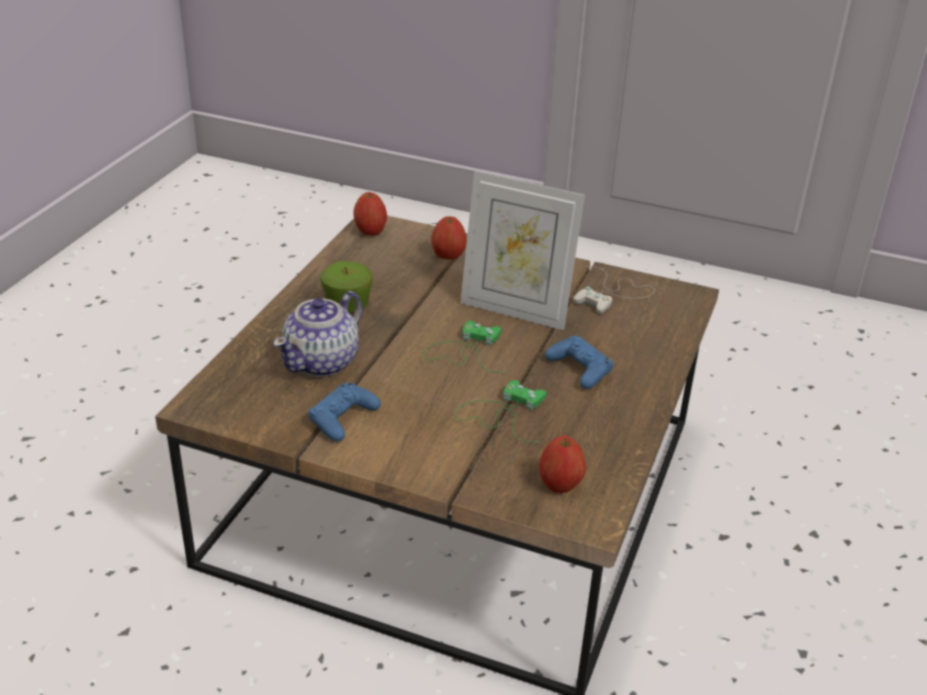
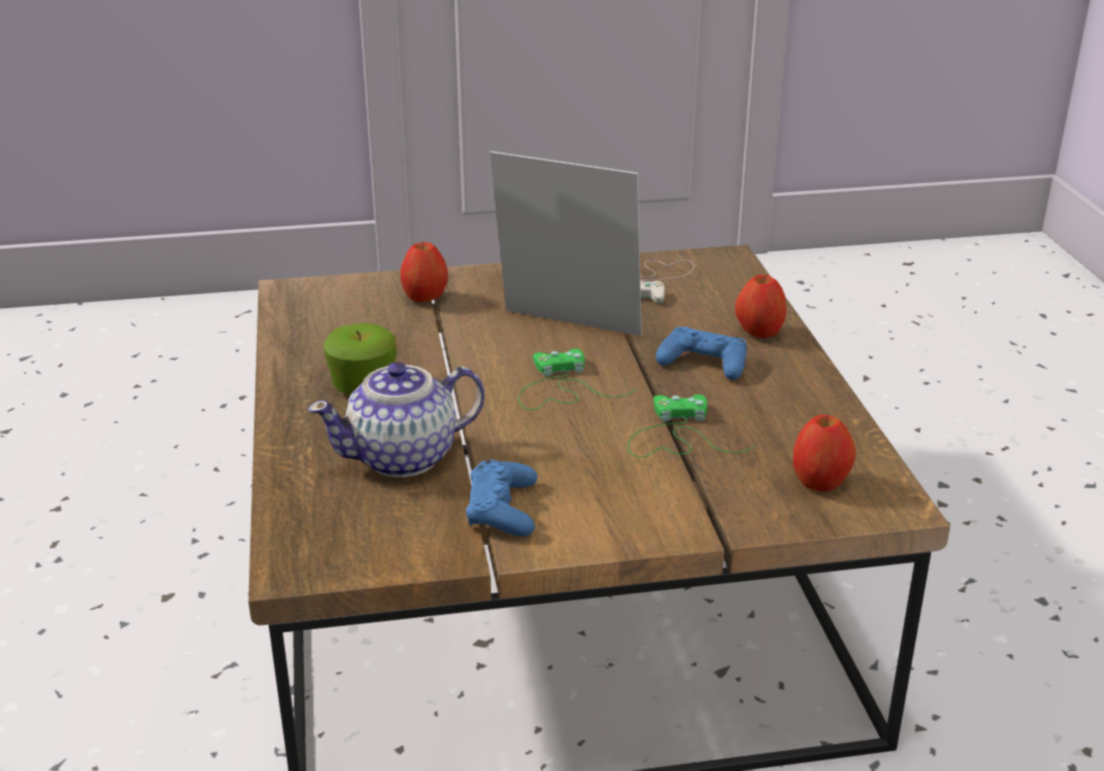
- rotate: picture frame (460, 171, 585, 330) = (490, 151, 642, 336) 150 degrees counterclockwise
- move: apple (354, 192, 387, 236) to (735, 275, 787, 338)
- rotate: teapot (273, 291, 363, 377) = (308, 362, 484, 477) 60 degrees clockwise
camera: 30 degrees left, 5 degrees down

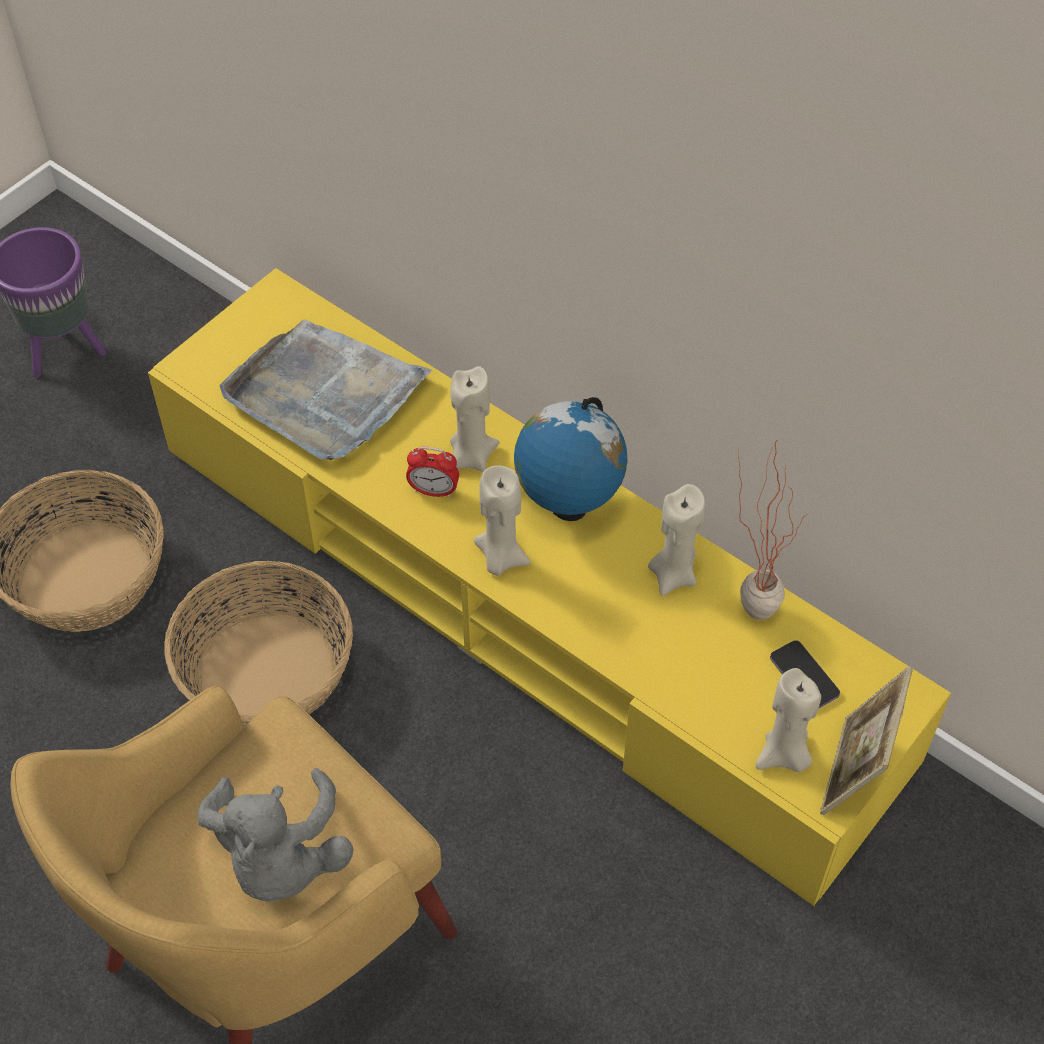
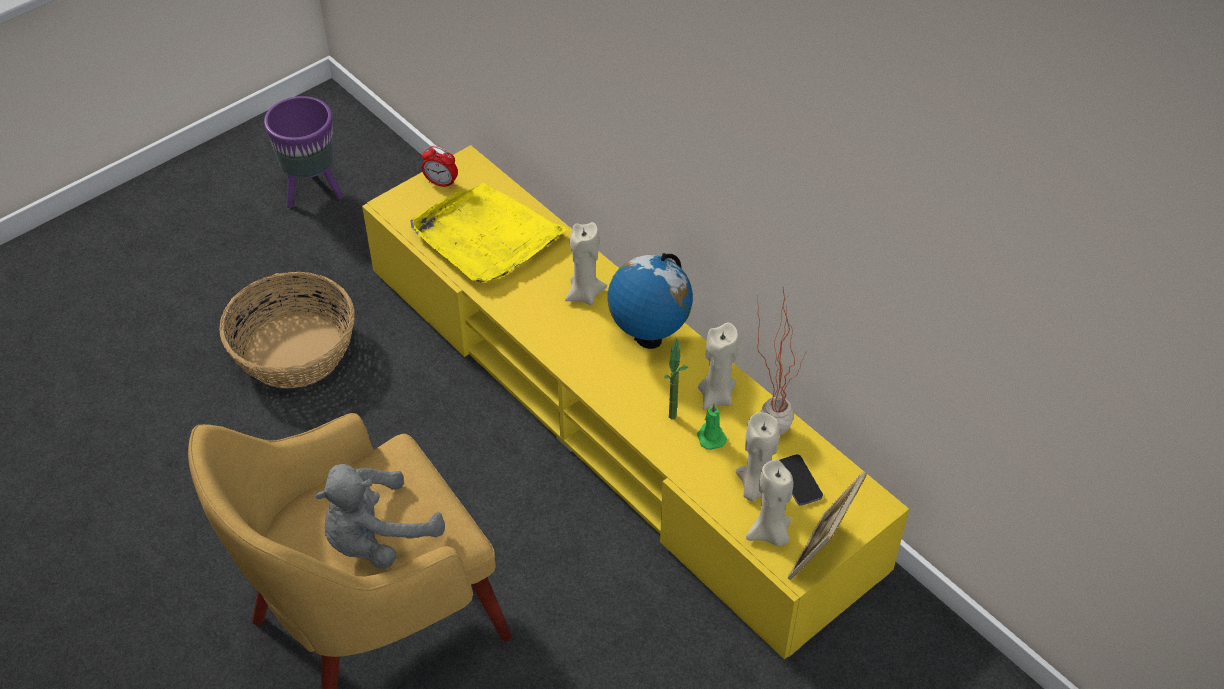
- recolor: tray (grey) (220, 319, 432, 460) to tray (yellow) (411, 183, 568, 283)
- move: alarm clock (406, 446, 459, 498) to (422, 146, 458, 188)
- move: candle (beige) (474, 465, 531, 576) to (736, 412, 779, 501)
- delete: basket (164, 561, 353, 726)
- rotate: plush toy (grey) (198, 768, 354, 902) = (315, 464, 445, 569) 45 degrees clockwise
- insert: potted plant (664, 338, 689, 419)
- insert: candle (green) (697, 404, 727, 450)
camera: 10 degrees right, 5 degrees down

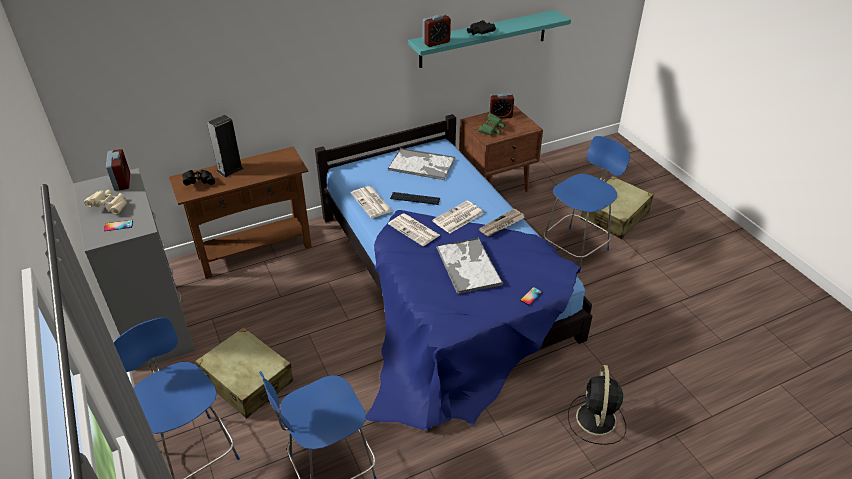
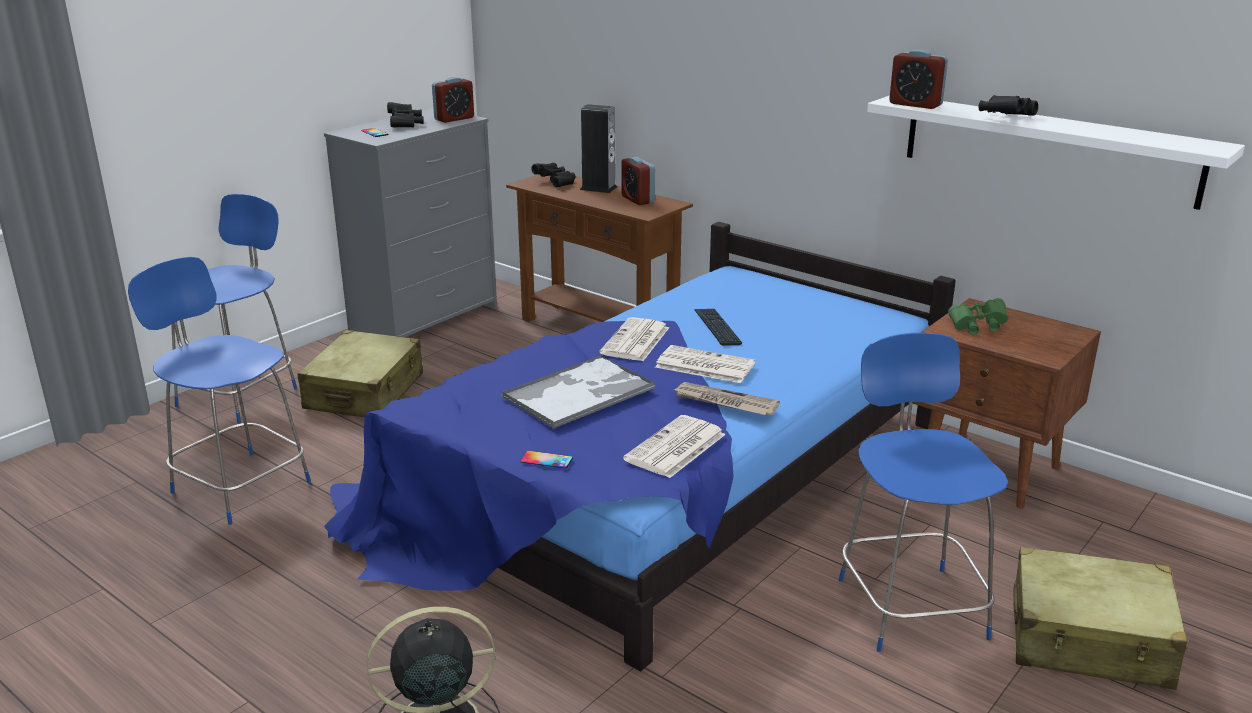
- recolor: shelf (turquoise) (408, 10, 571, 68) to shelf (white) (867, 95, 1245, 210)
- move: alarm clock (489, 93, 514, 118) to (622, 157, 655, 205)
- rotate: chair (blue) (543, 136, 630, 273) = (839, 333, 1008, 652) 120 degrees counterclockwise
- delete: tray (388, 148, 455, 180)
- move: newspaper (351, 186, 392, 218) to (623, 415, 726, 478)
- recolor: binoculars (beige) (84, 190, 127, 215) to binoculars (black) (387, 102, 424, 128)
camera: 65 degrees right, 15 degrees down

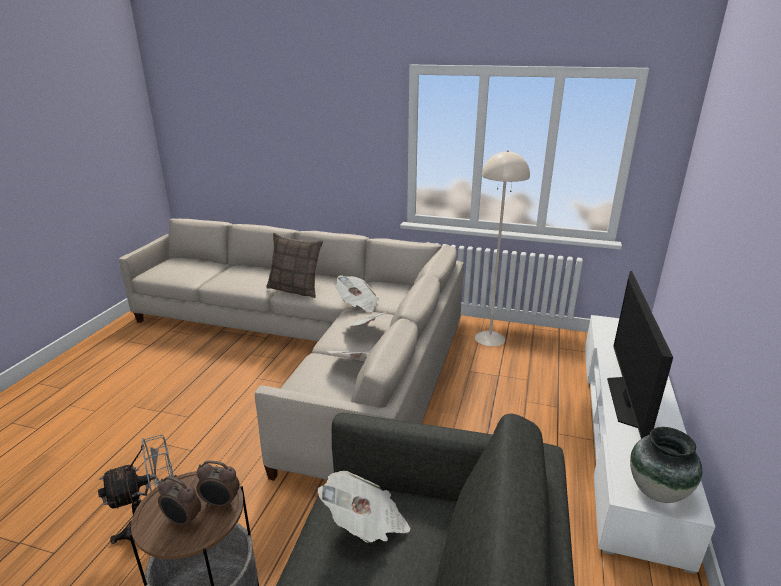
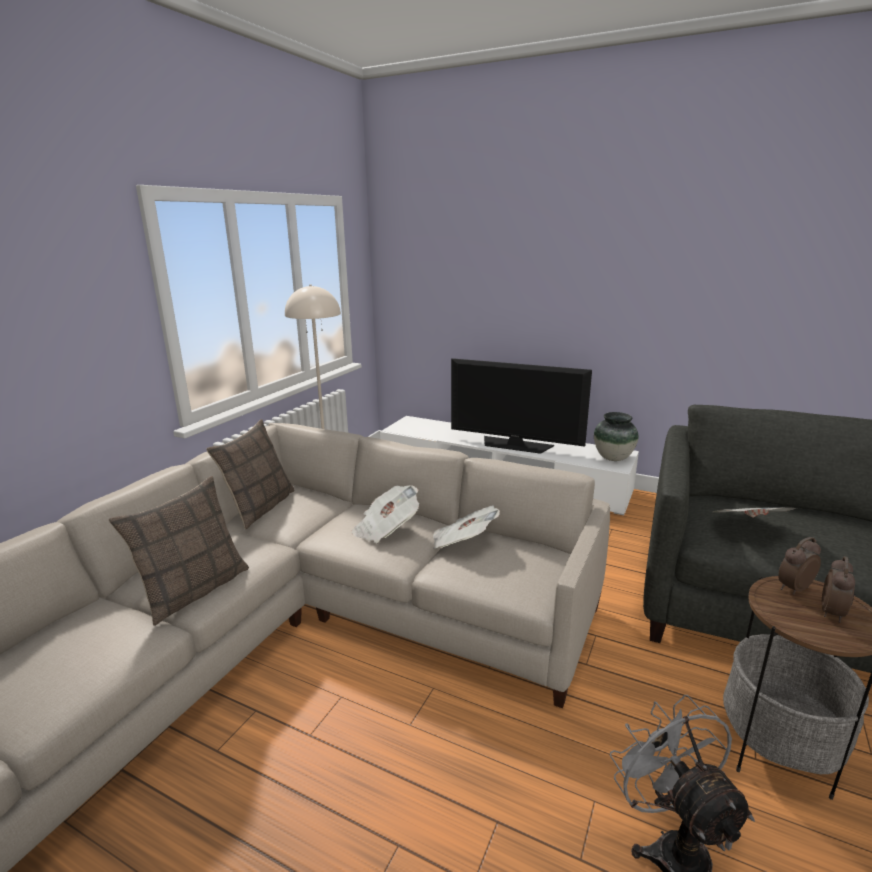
- delete: newspaper (335, 275, 379, 312)
- rotate: alarm clock (197, 461, 240, 508) = (778, 537, 821, 595) 135 degrees counterclockwise
- insert: pillow (206, 419, 294, 529)
camera: 80 degrees left, 5 degrees down

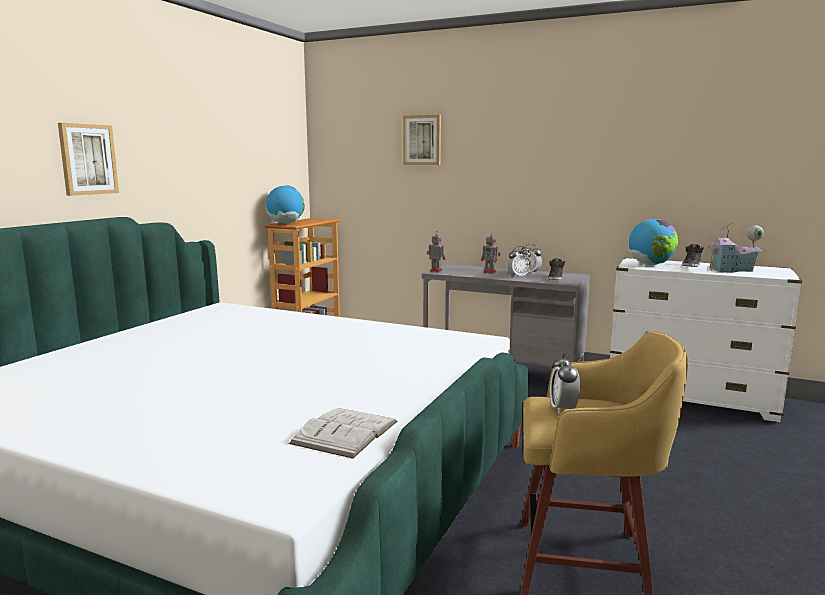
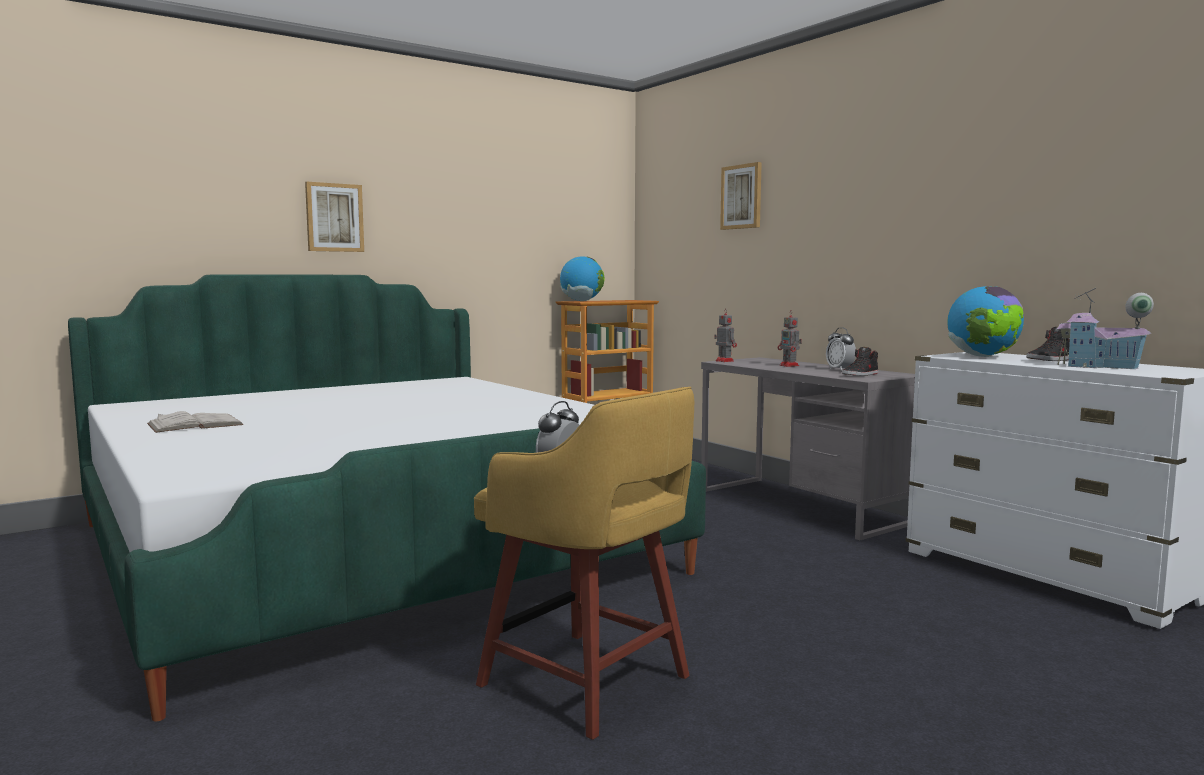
- delete: alarm clock (507, 246, 531, 277)
- move: book (white) (289, 408, 397, 459) to (147, 411, 244, 433)
camera: 30 degrees right, 5 degrees down

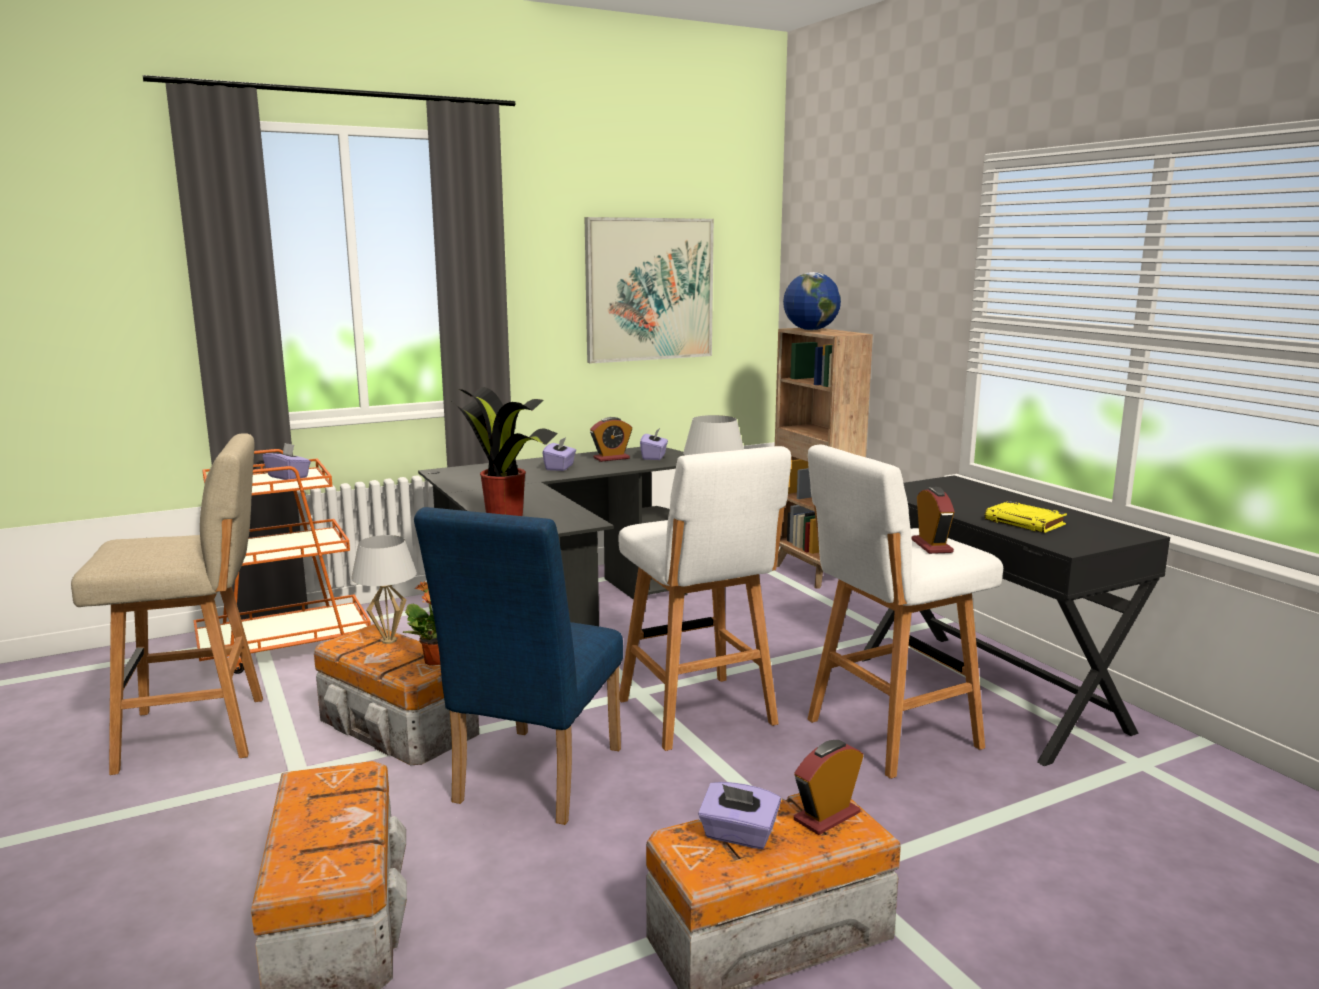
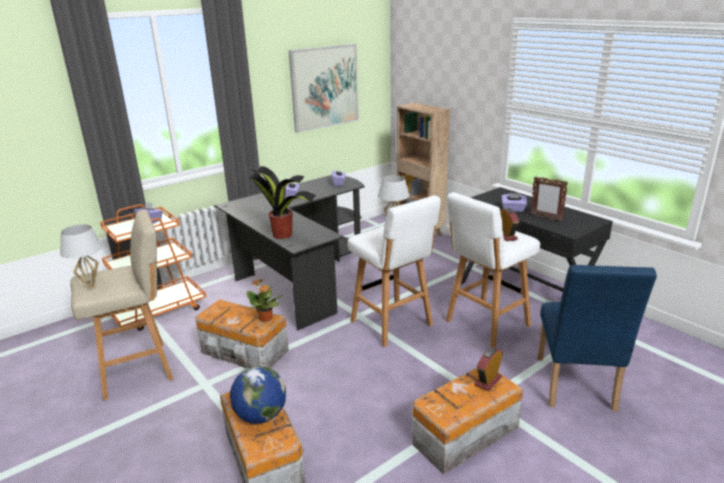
- move: globe (783, 272, 841, 330) to (230, 366, 286, 424)
- delete: alarm clock (590, 417, 632, 462)
- replace: book (yellow) (985, 501, 1067, 533) to picture frame (531, 176, 568, 221)
- move: chair (blue) (414, 507, 623, 825) to (537, 265, 657, 411)
- move: table lamp (white) (351, 535, 417, 644) to (60, 224, 102, 290)
- move: tissue box (purple) (698, 782, 781, 849) to (501, 193, 527, 212)
camera: 10 degrees left, 10 degrees up

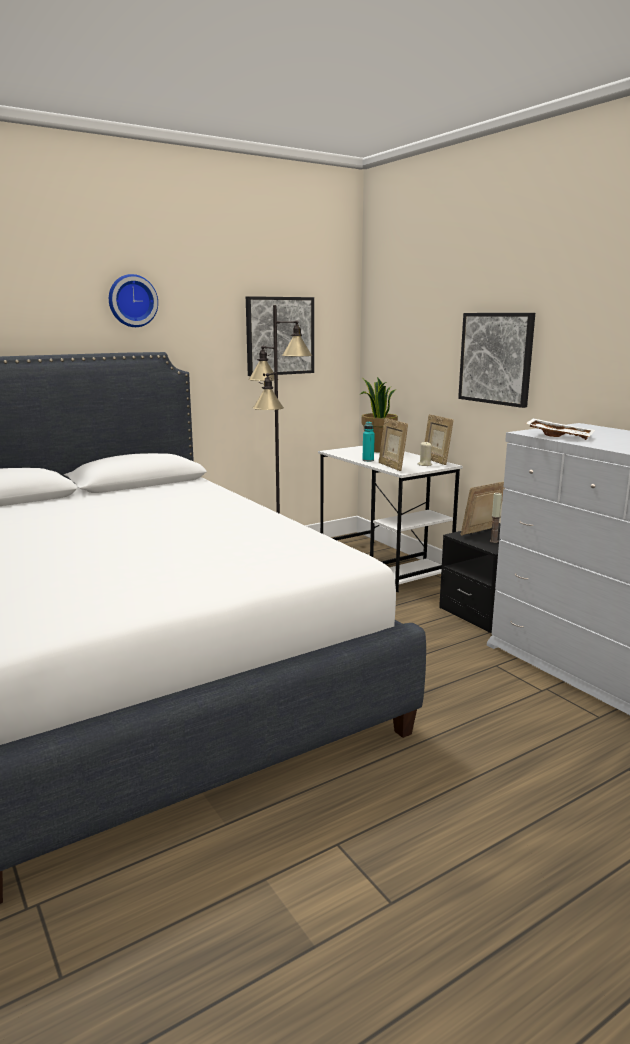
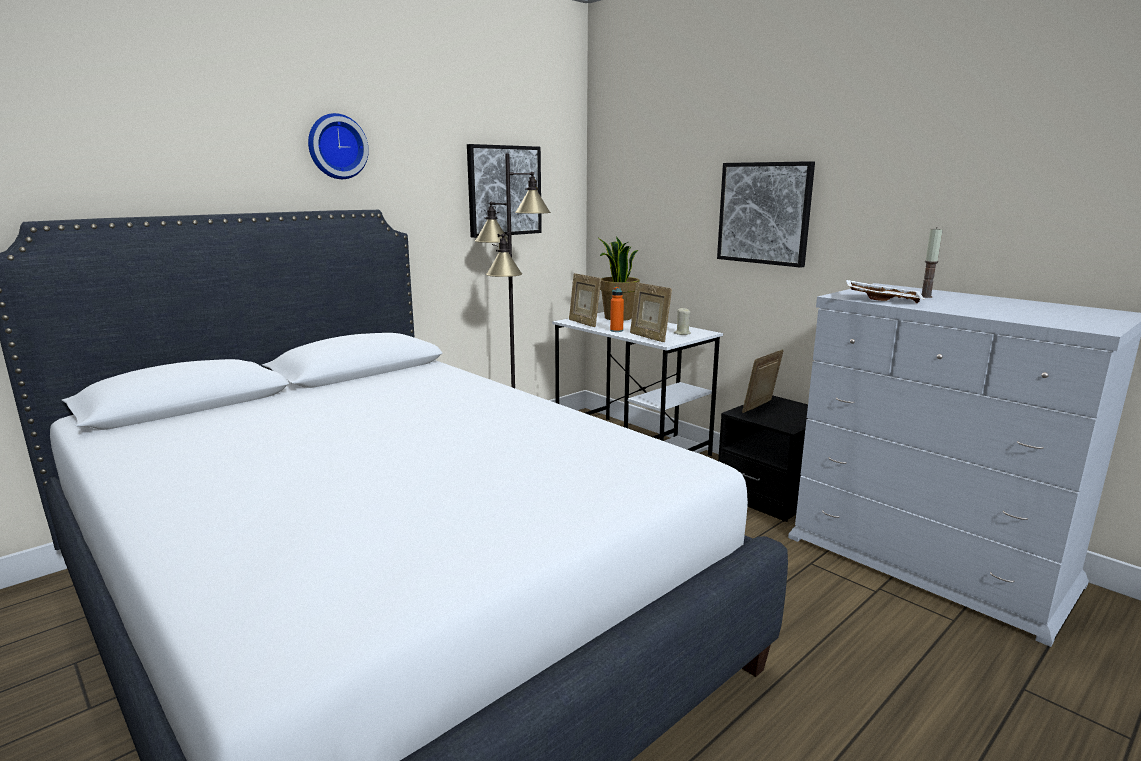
- move: picture frame (425, 414, 454, 465) to (569, 273, 601, 327)
- recolor: bottle (turquoise) (362, 421, 375, 462) to bottle (orange) (610, 287, 624, 332)
- move: candle (490, 493, 502, 543) to (922, 228, 943, 298)
camera: 10 degrees left, 0 degrees up

